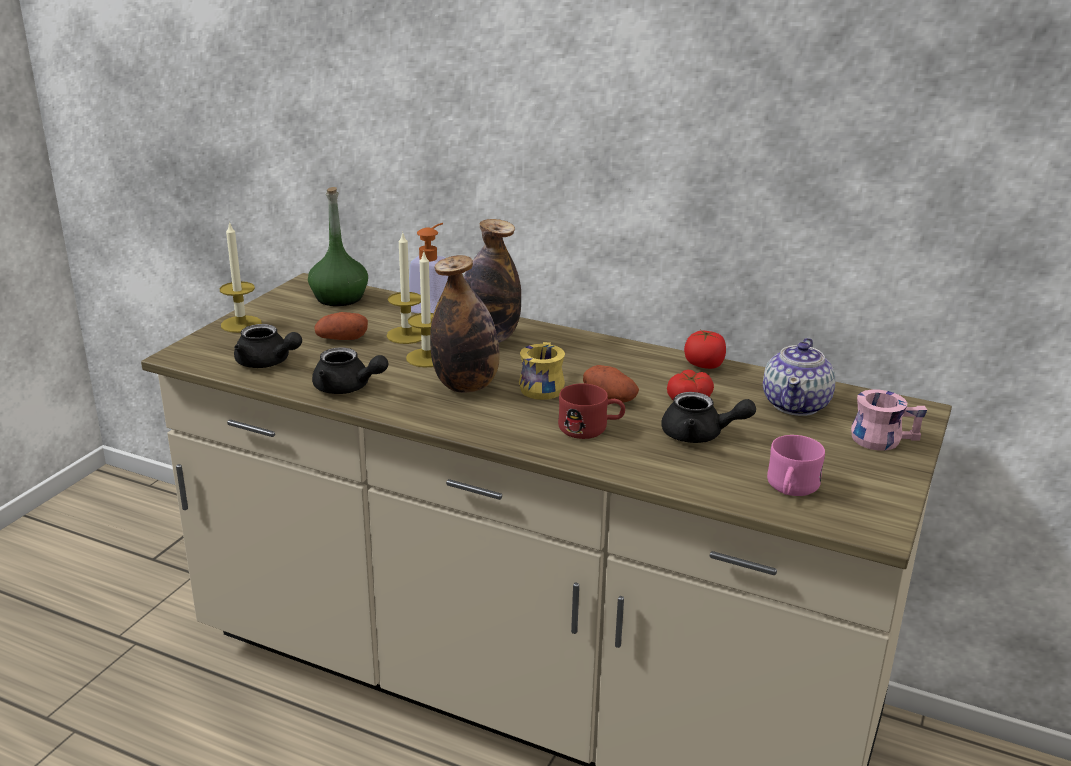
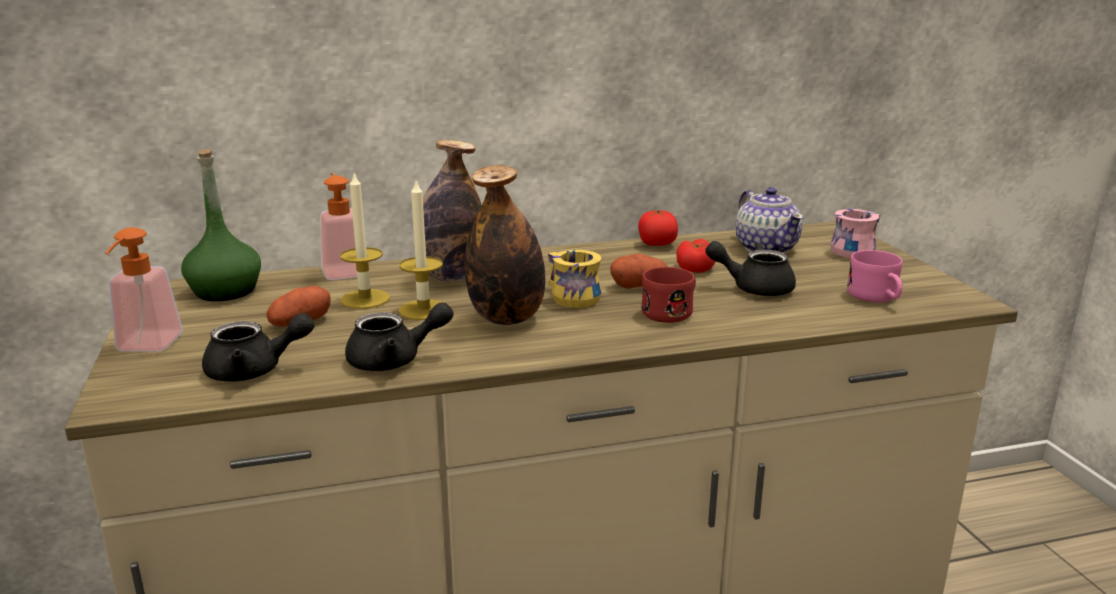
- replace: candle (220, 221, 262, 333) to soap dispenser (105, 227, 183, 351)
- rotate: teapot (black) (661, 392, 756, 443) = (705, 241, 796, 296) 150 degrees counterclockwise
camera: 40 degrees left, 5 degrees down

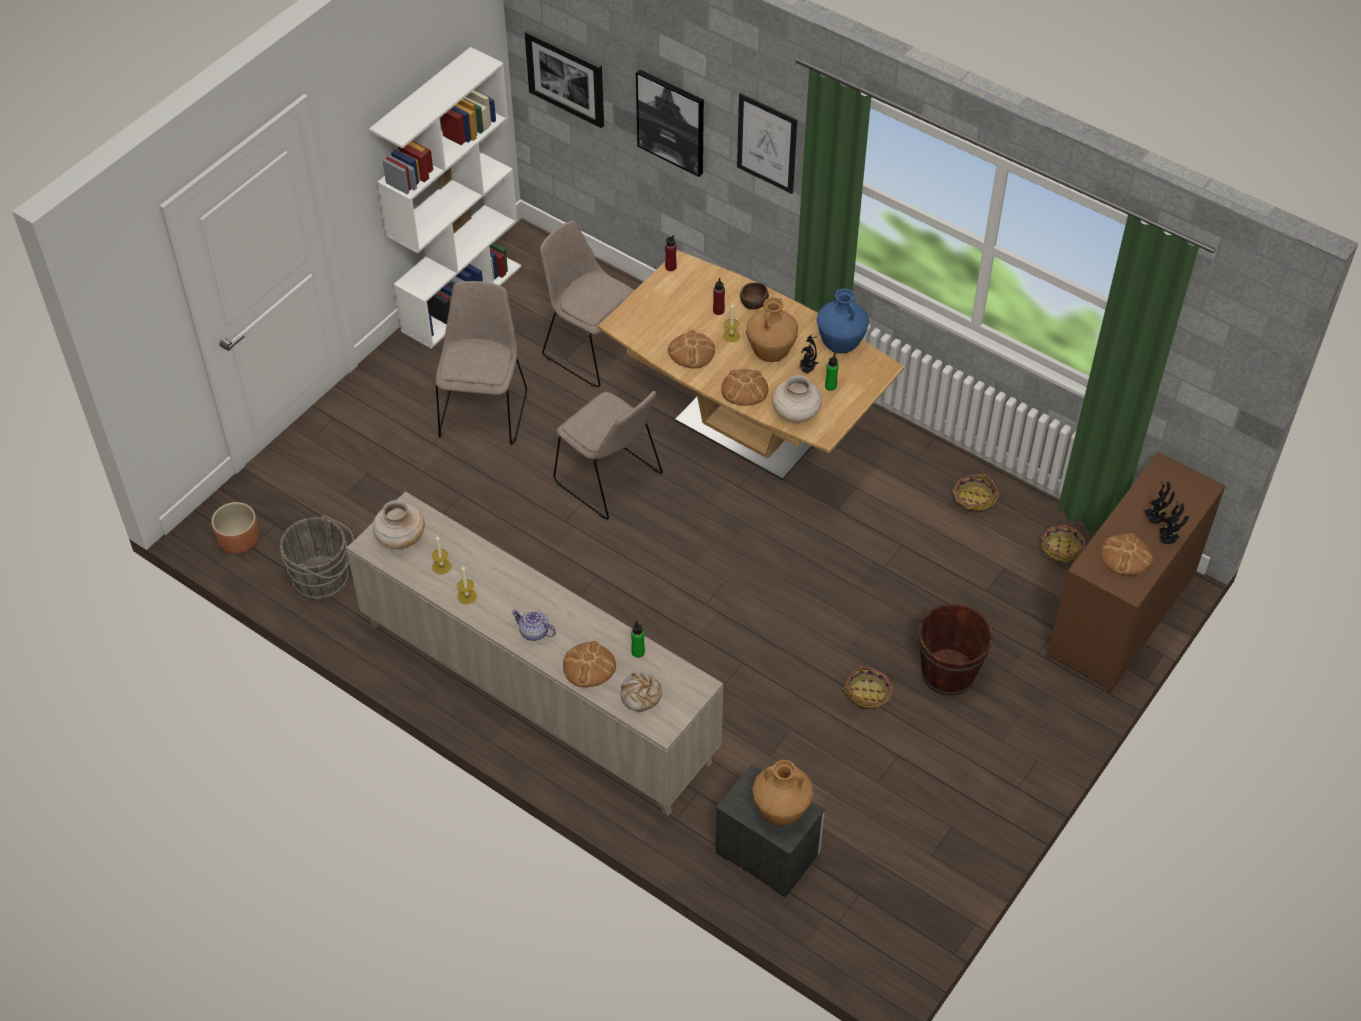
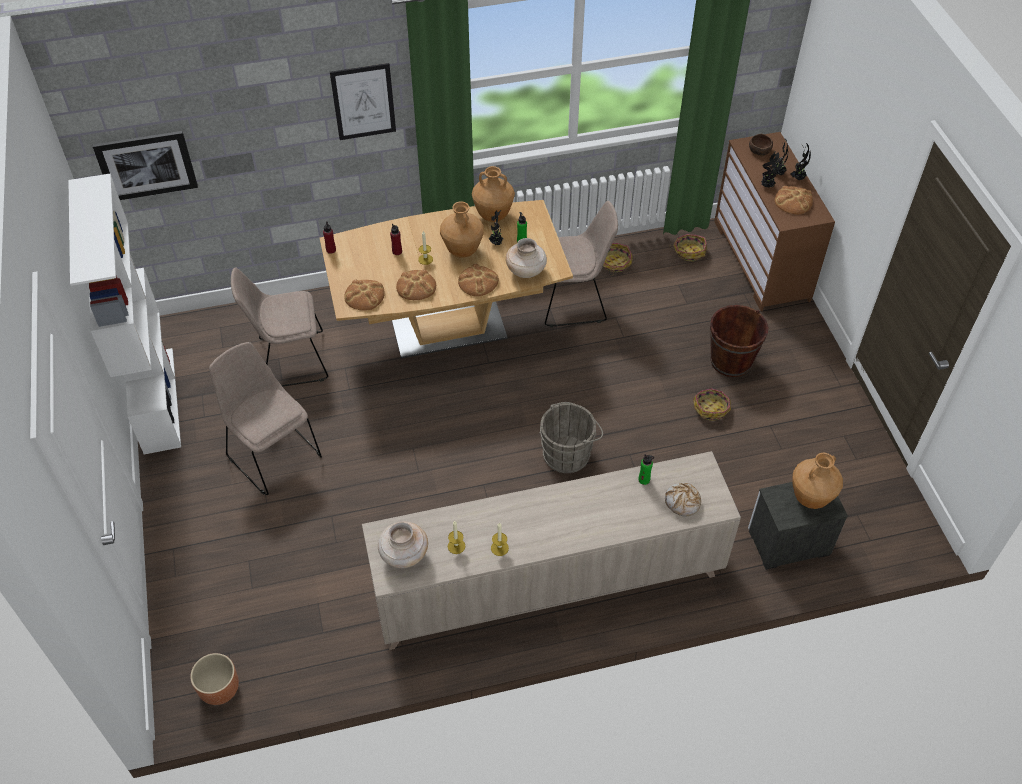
- delete: picture (636, 70, 704, 177)
- move: bowl (brown) (740, 282, 769, 309) to (749, 134, 773, 156)
- recolor: vase (blue) (817, 289, 869, 354) to vase (brown) (472, 166, 515, 222)
- move: chair (beige) (553, 391, 663, 519) to (545, 201, 618, 327)
- move: bucket (grey) (280, 515, 354, 600) to (540, 402, 603, 473)
- delete: teapot (511, 609, 556, 641)
- move: bread (563, 641, 616, 687) to (344, 280, 385, 311)
- insert: potted plant (762, 151, 783, 188)
camera: 50 degrees left, 0 degrees up

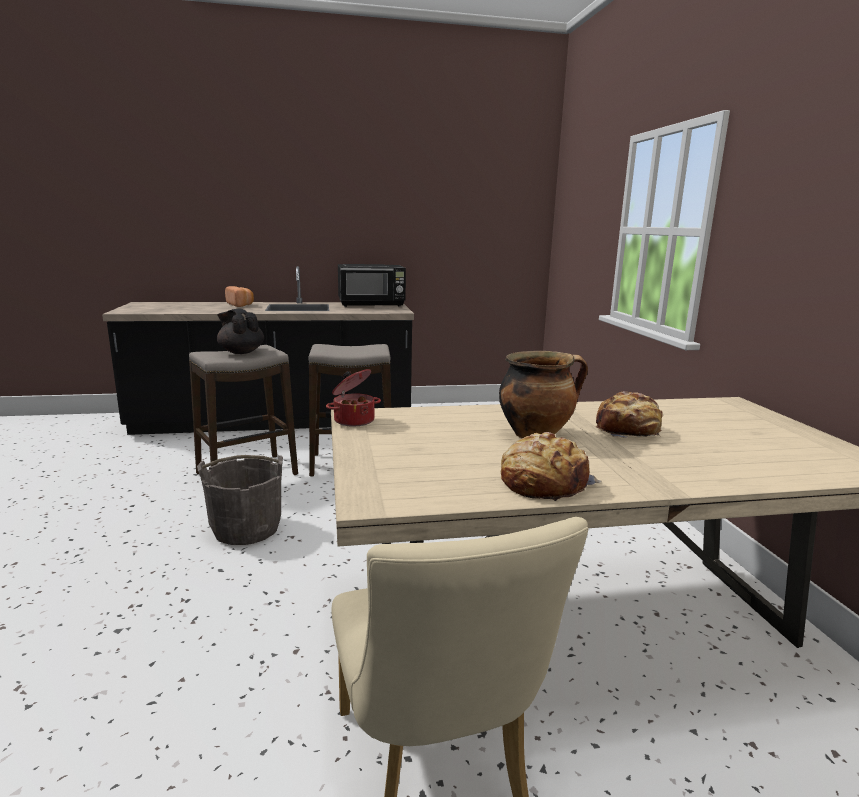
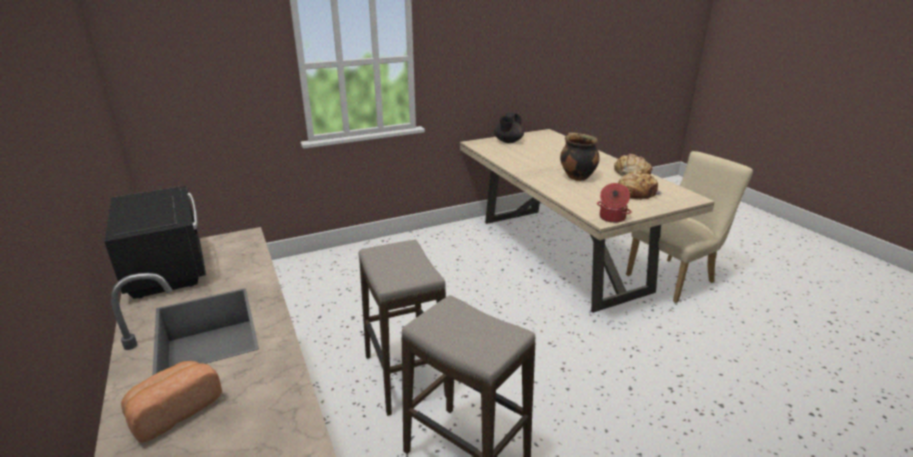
- move: teapot (black) (217, 309, 264, 354) to (494, 112, 524, 143)
- move: bread (596, 391, 663, 438) to (618, 171, 663, 200)
- delete: bucket (grey) (197, 455, 283, 545)
camera: 105 degrees left, 10 degrees up

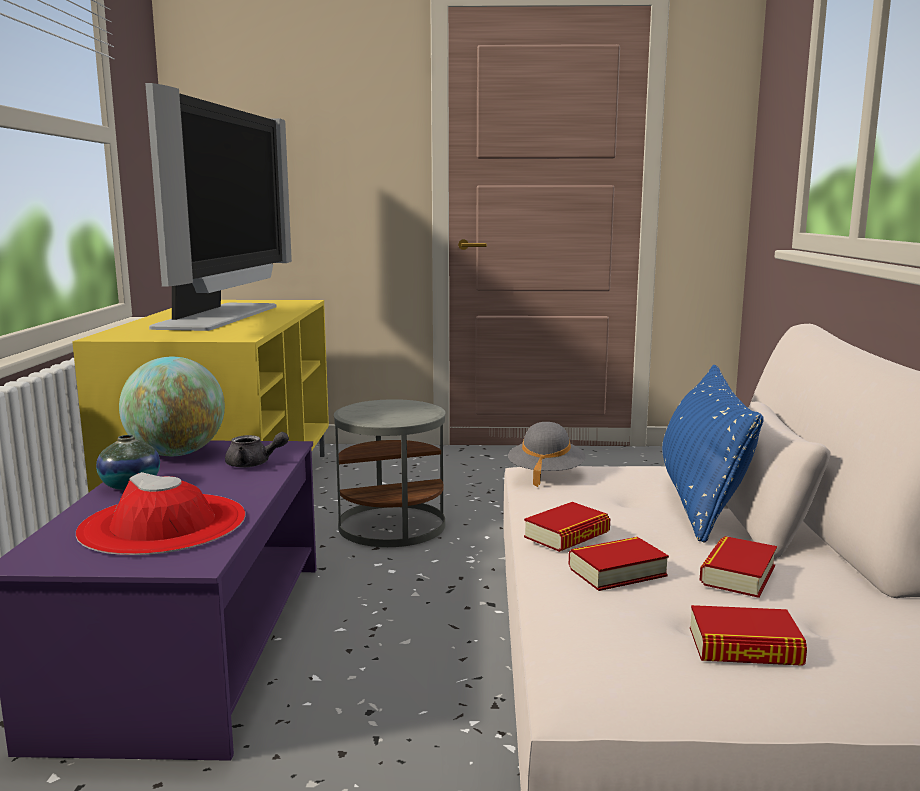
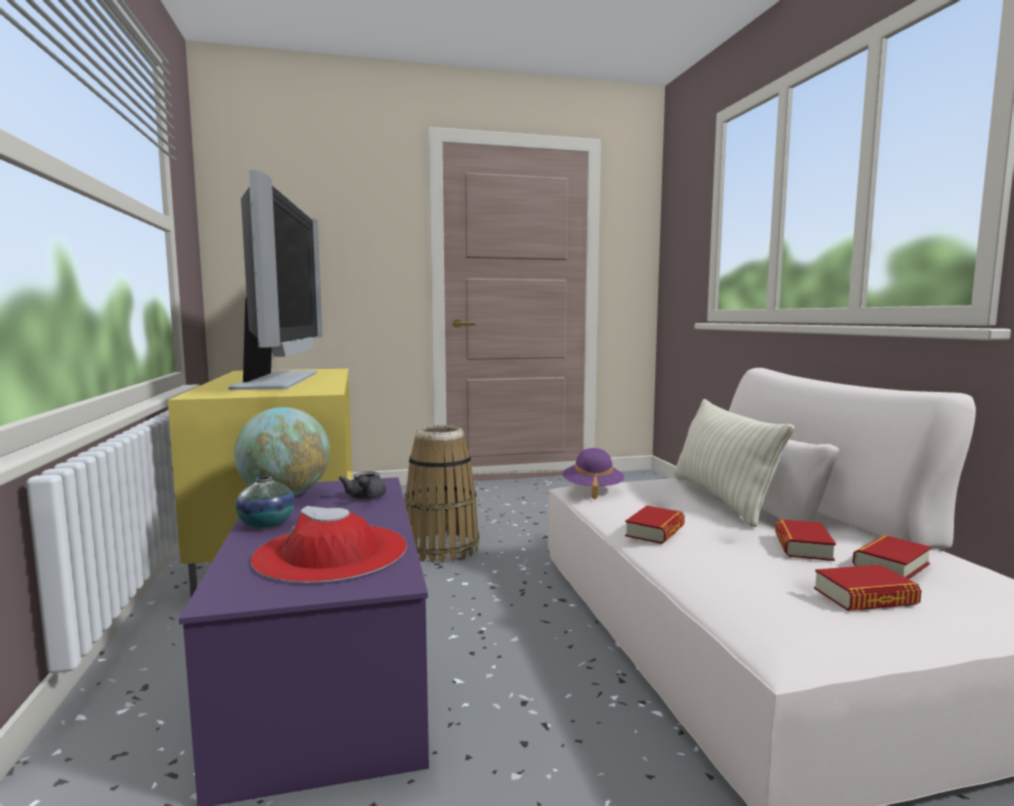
- recolor: pillow (blue) (662, 365, 764, 543) to pillow (beige) (674, 399, 794, 527)
- replace: side table (grey) (334, 399, 445, 547) to basket (405, 425, 480, 563)
- recolor: hat (grey) (508, 422, 585, 487) to hat (purple) (563, 448, 624, 500)
- rotate: teapot (grey) (225, 432, 289, 468) = (338, 471, 386, 499) 90 degrees clockwise
- move: book (569, 537, 669, 591) to (853, 535, 932, 579)
camera: 15 degrees left, 5 degrees down

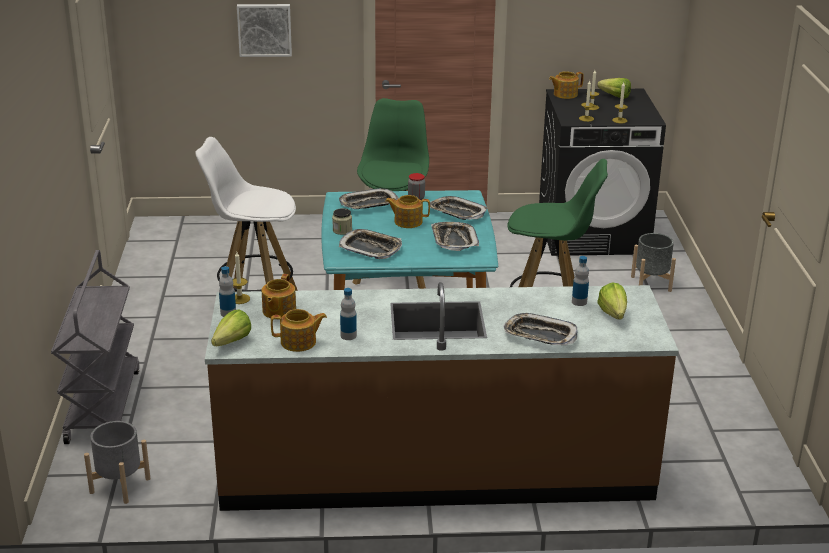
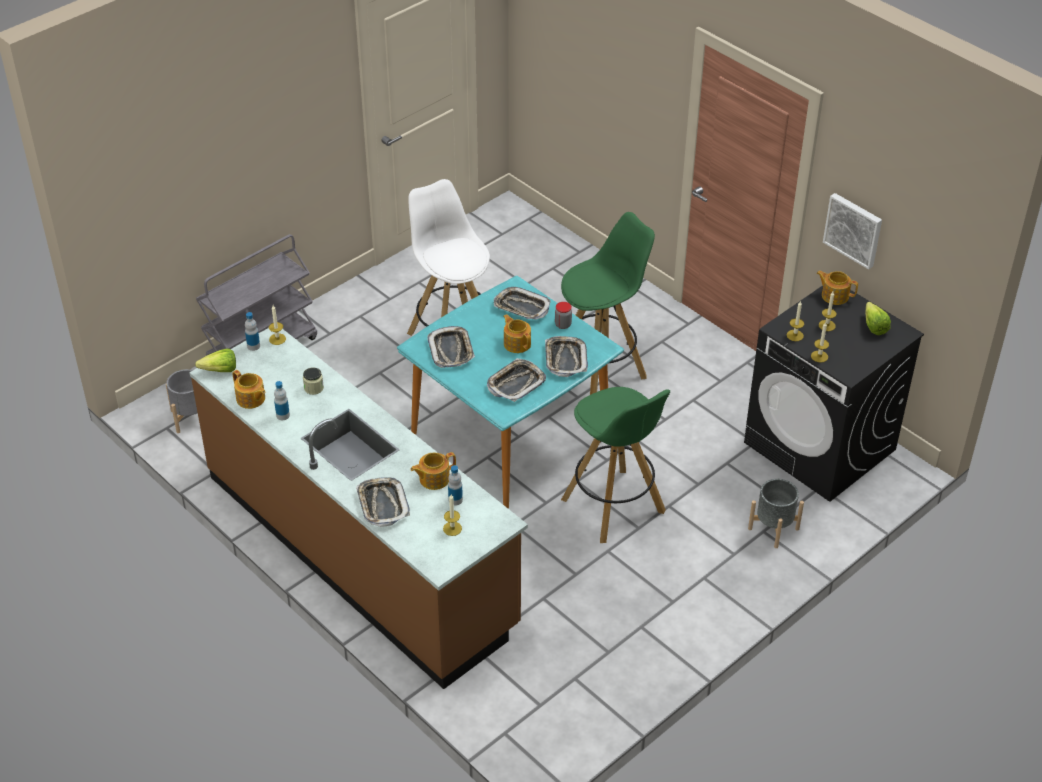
- move: picture (237, 4, 292, 57) to (823, 193, 882, 270)
- move: jar (332, 208, 352, 235) to (303, 367, 324, 395)
- move: teapot (262, 274, 296, 318) to (410, 452, 456, 490)
- replace: lettuce (597, 282, 627, 320) to candle (443, 494, 462, 536)
camera: 50 degrees right, 15 degrees up

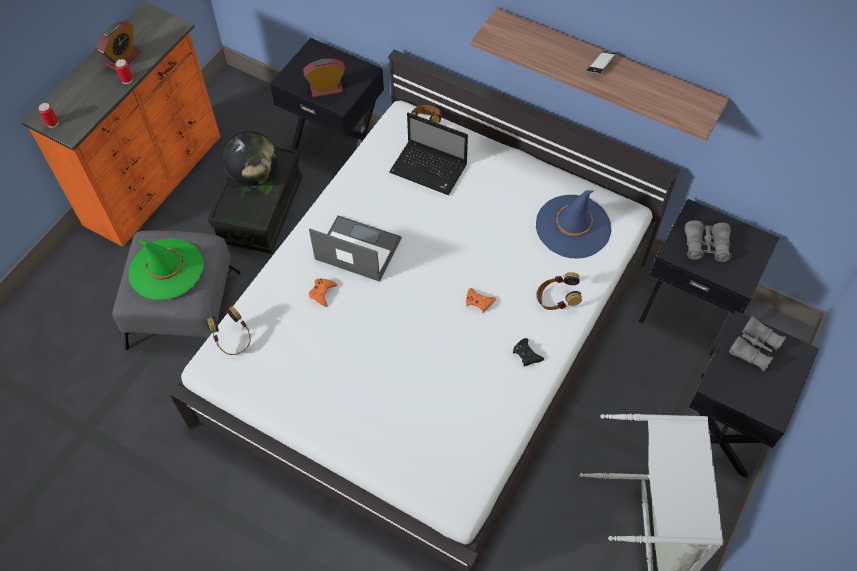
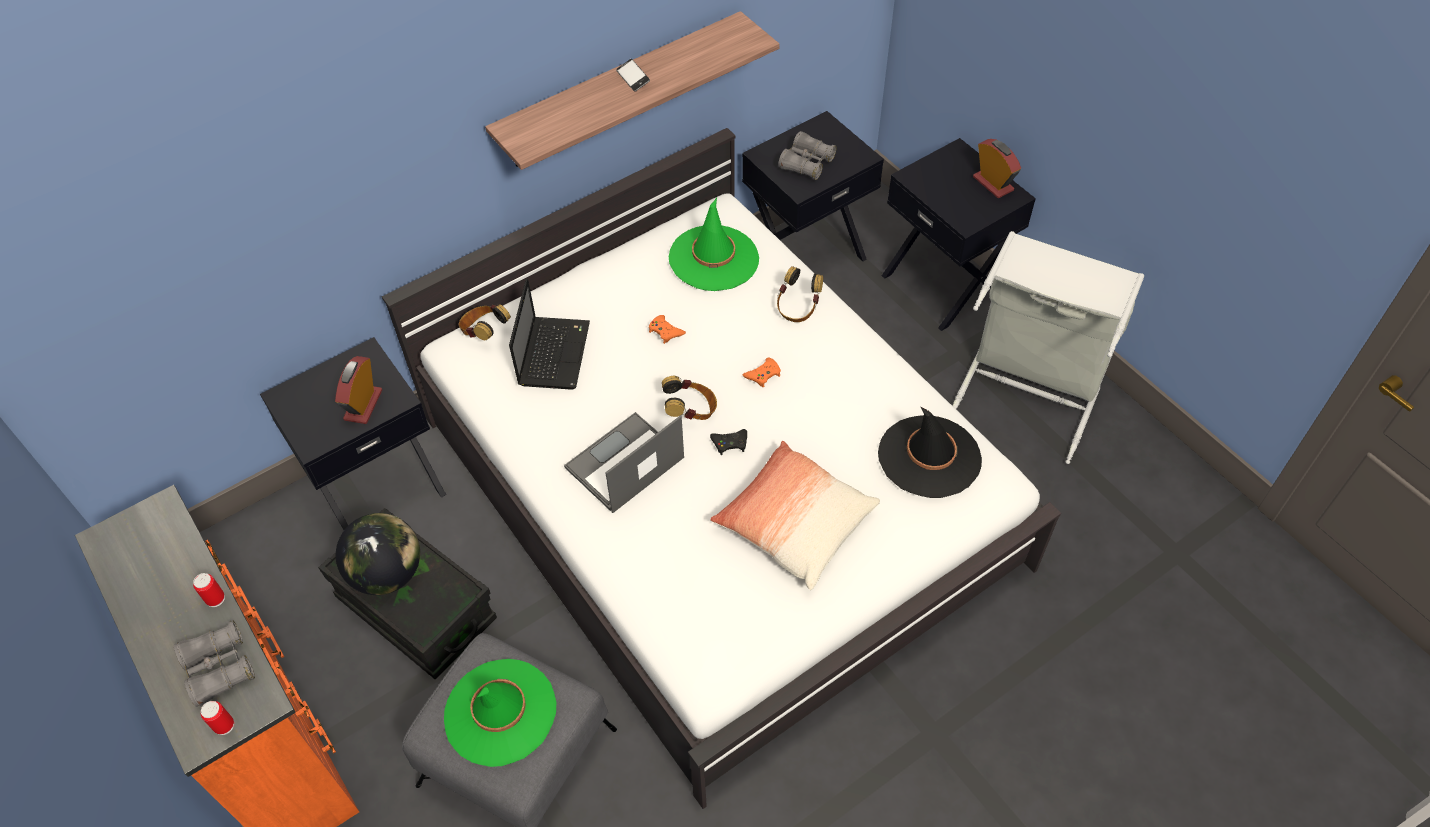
- move: alarm clock (97, 21, 141, 71) to (973, 139, 1021, 198)
- rotate: laptop (389, 112, 468, 195) = (509, 279, 590, 390) 45 degrees counterclockwise
- recolor: hat (blue) (536, 190, 612, 259) to hat (green) (669, 198, 759, 291)
- move: game controller (orange) (309, 278, 337, 307) to (649, 315, 686, 344)
- move: headphones (207, 306, 251, 355) to (662, 376, 717, 420)
- move: binoculars (grey) (729, 316, 786, 372) to (174, 621, 255, 707)
- move: game controller (black) (513, 338, 544, 367) to (710, 429, 747, 455)
- insert: hat (black) (878, 406, 982, 498)
- insert: pillow (710, 441, 880, 590)
camera: 65 degrees left, 5 degrees down

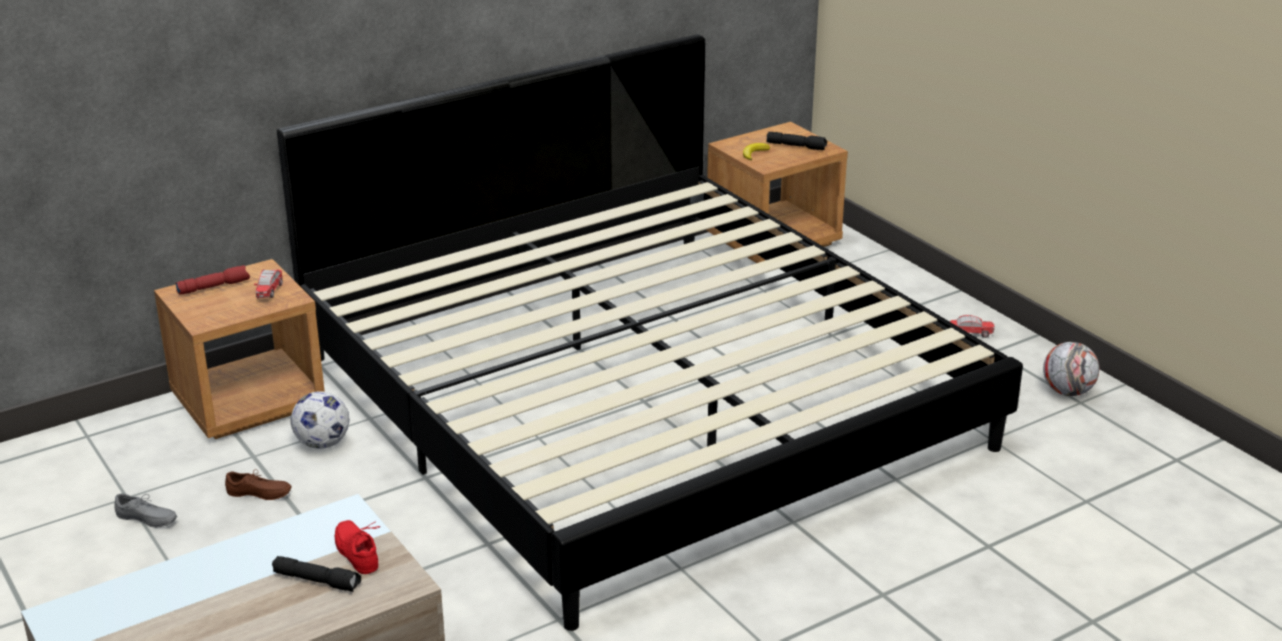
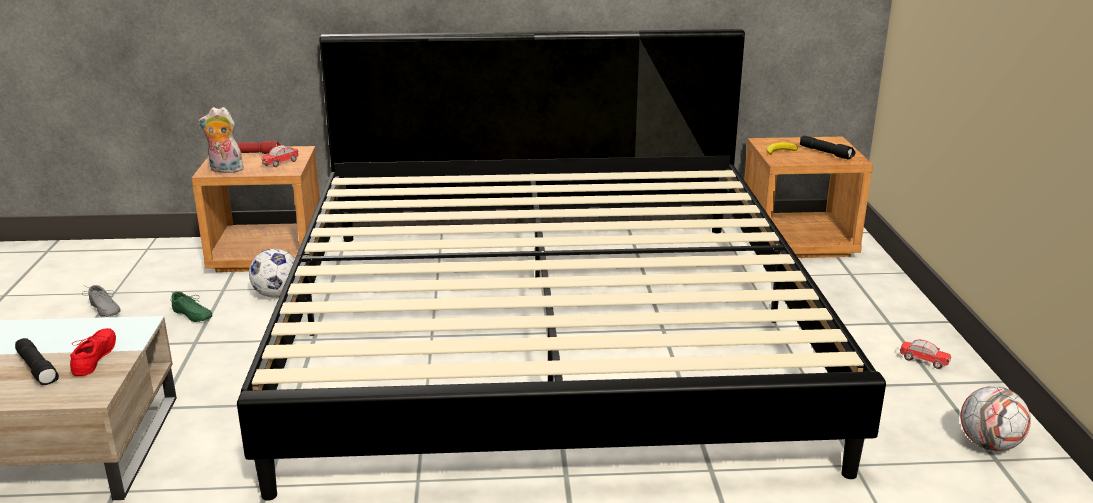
- recolor: shoe (brown) (225, 469, 292, 500) to shoe (green) (171, 292, 212, 322)
- insert: plush toy (198, 107, 248, 173)
camera: 30 degrees right, 5 degrees down

